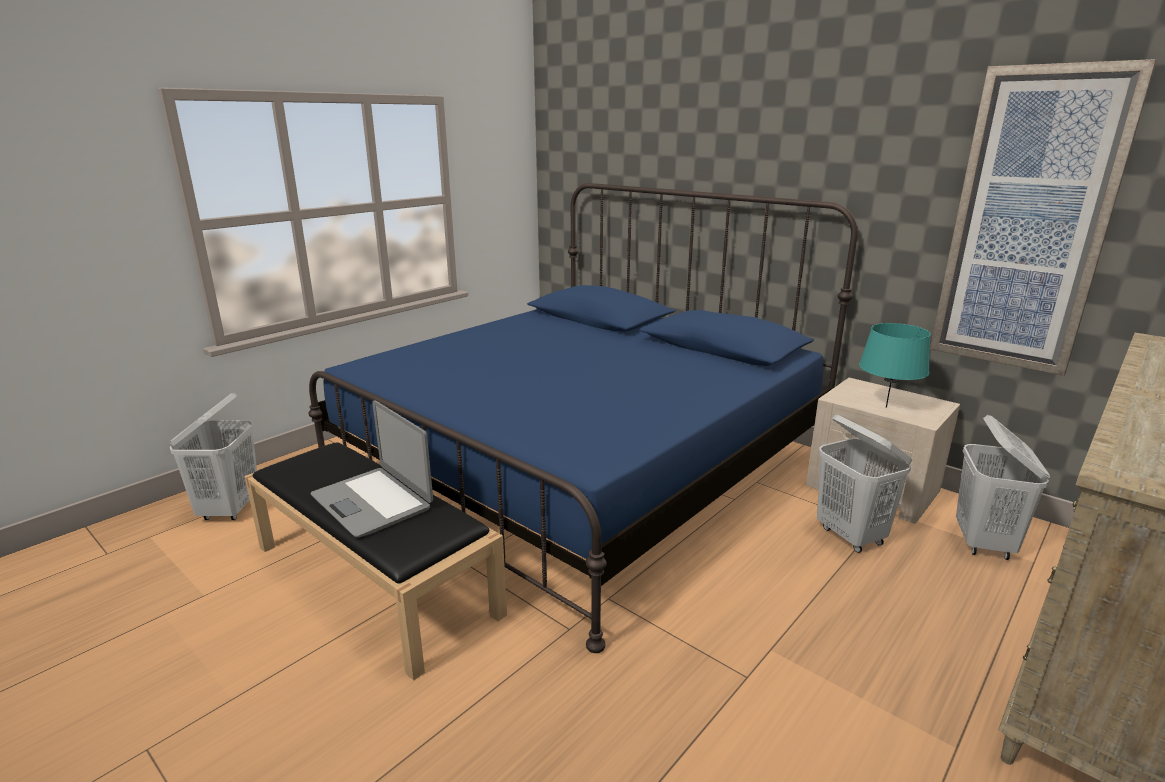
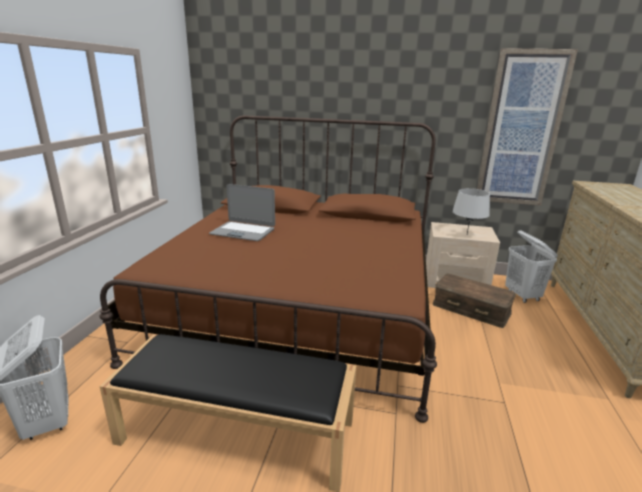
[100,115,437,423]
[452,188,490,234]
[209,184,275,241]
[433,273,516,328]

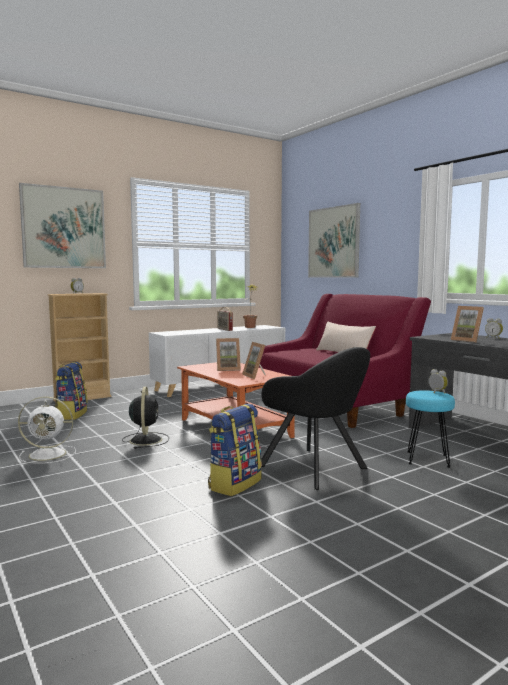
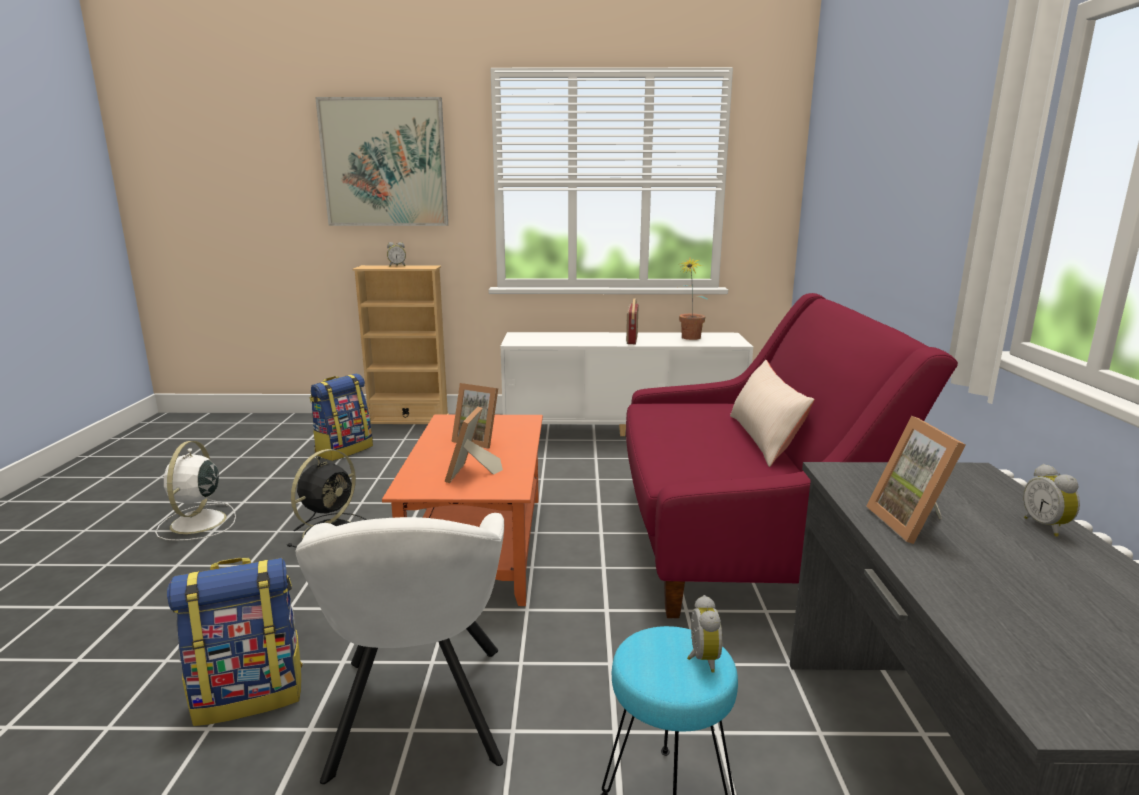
[308,203,360,277] (first image)
[296,513,504,784]
[155,441,236,541]

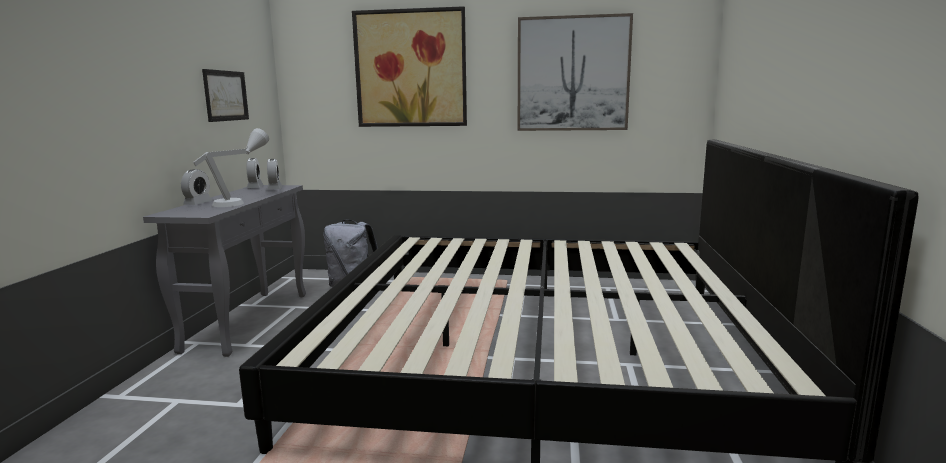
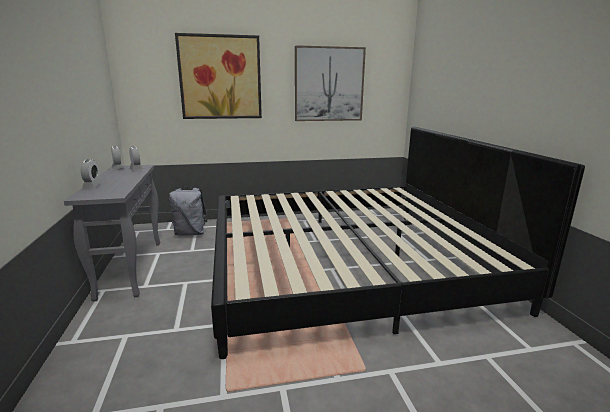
[202,69,249,122] (first image)
[193,128,269,207] (first image)

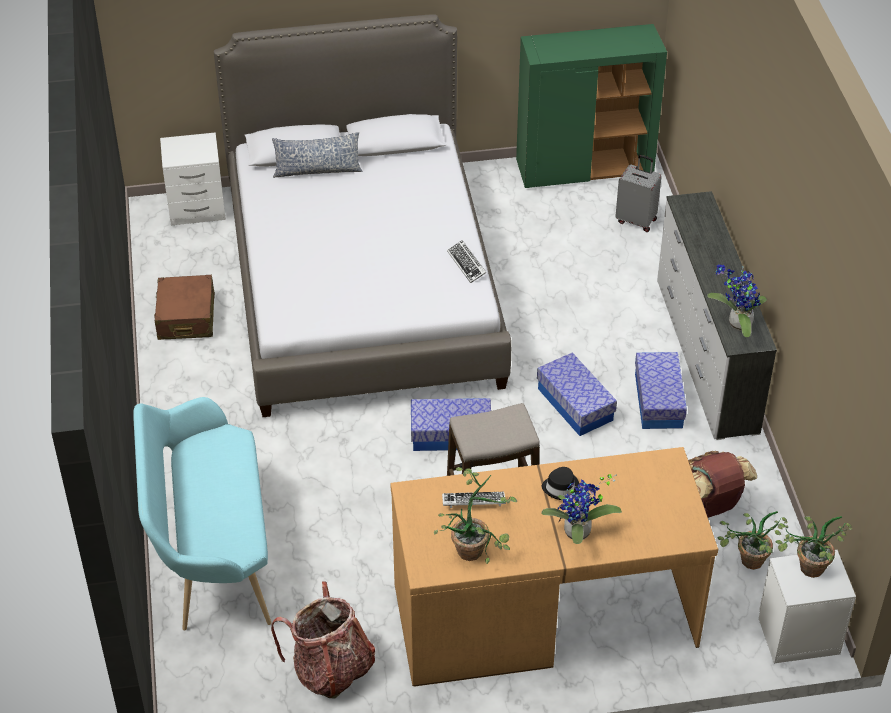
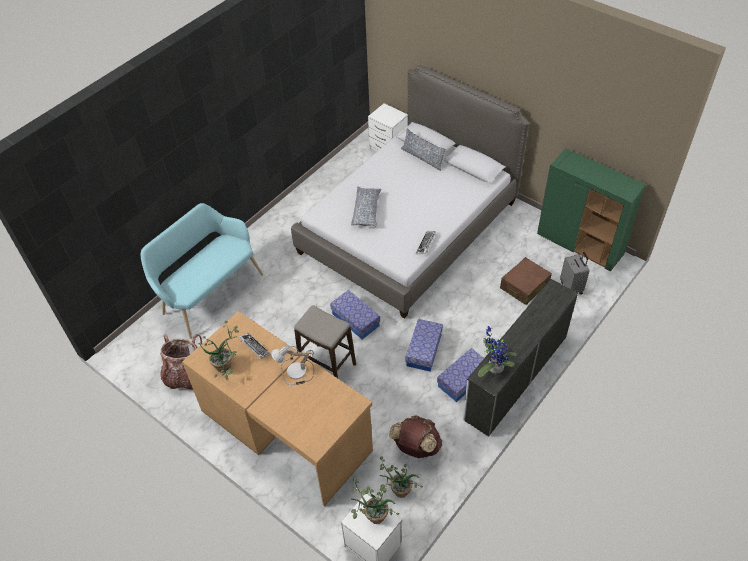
[500,257,552,305]
[271,345,314,385]
[541,474,622,544] (first image)
[351,187,381,226]

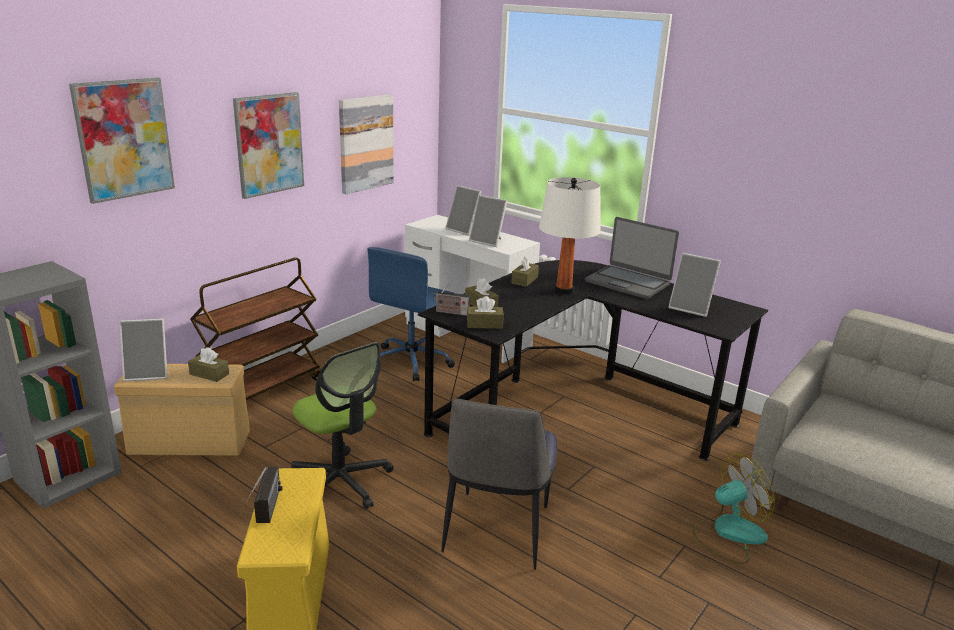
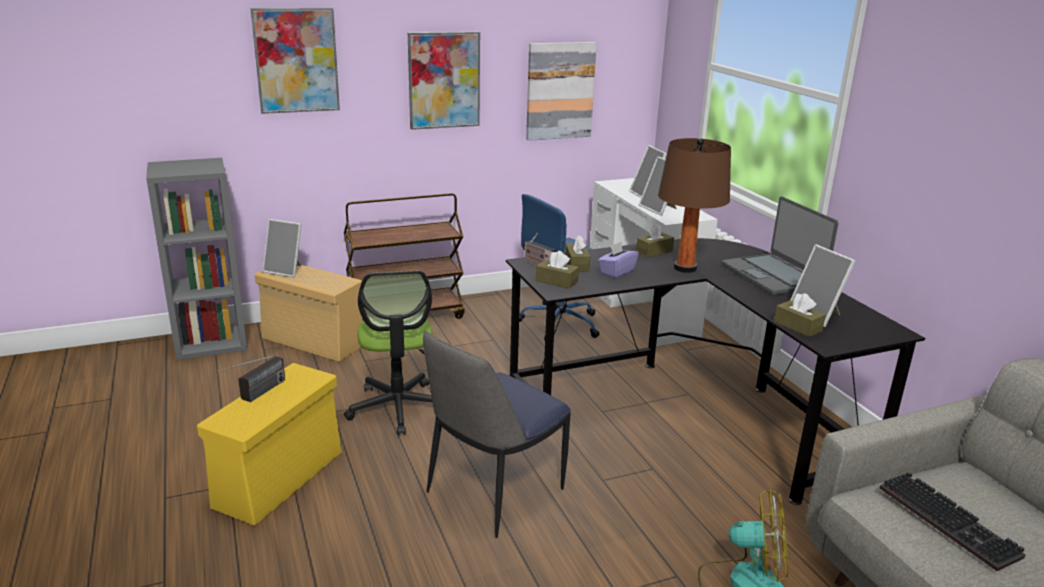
[658,138,731,273]
[774,293,826,337]
[598,242,639,278]
[880,472,1025,571]

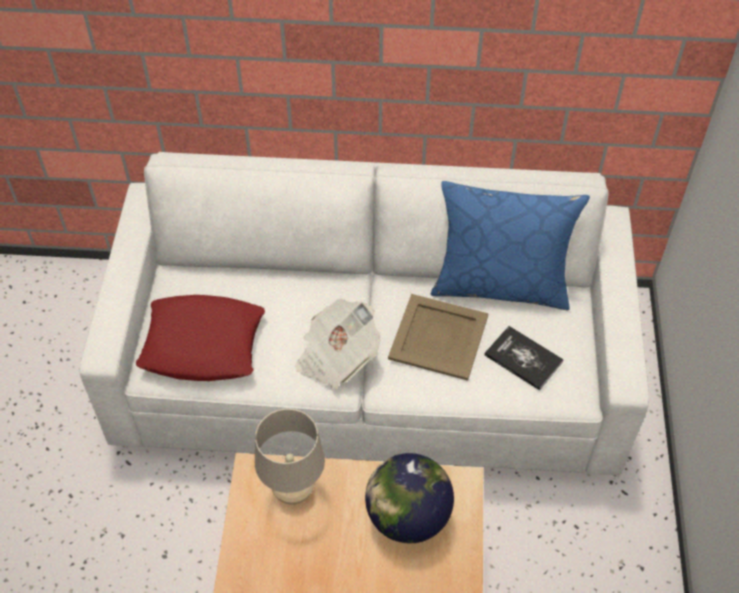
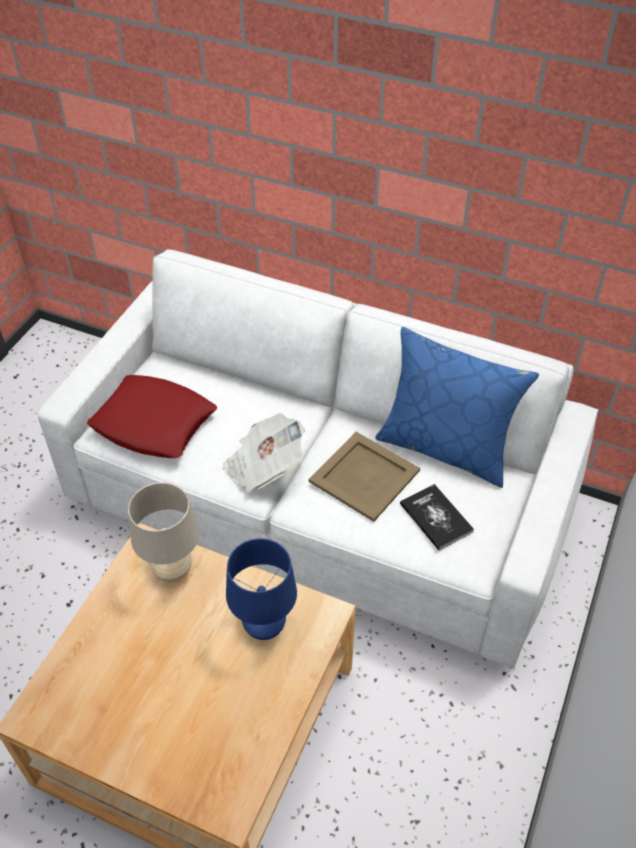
[226,538,297,640]

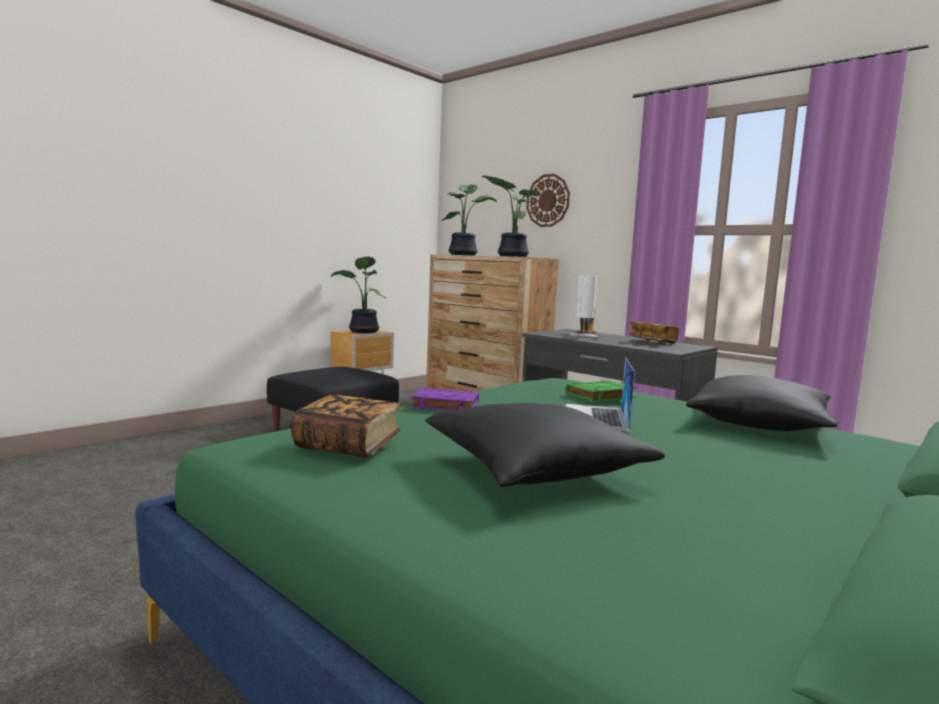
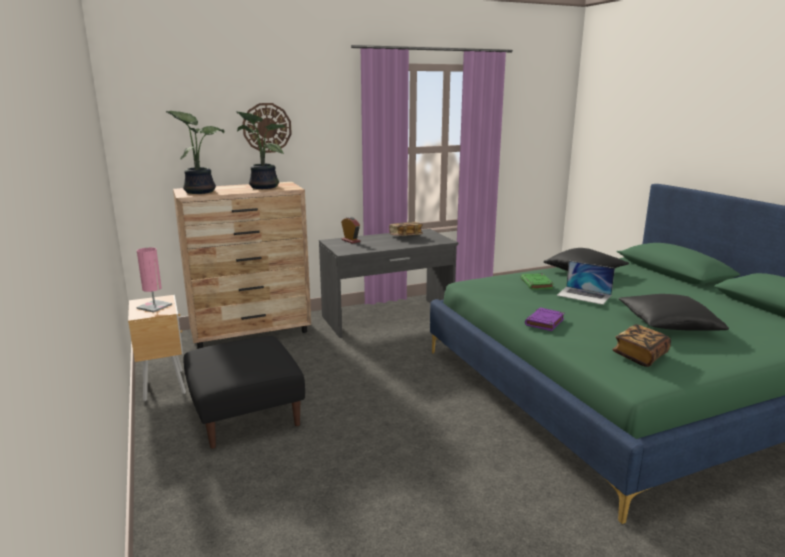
[136,247,172,313]
[569,276,599,339] (first image)

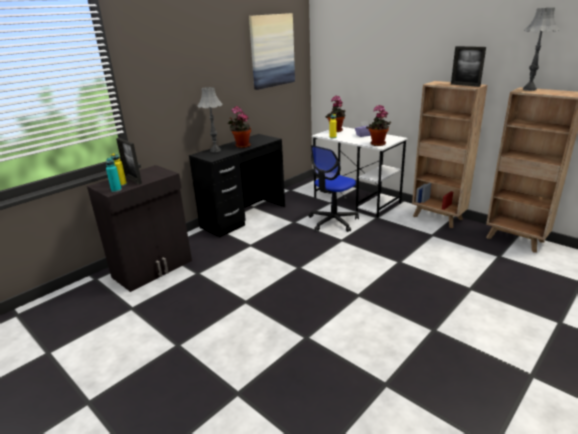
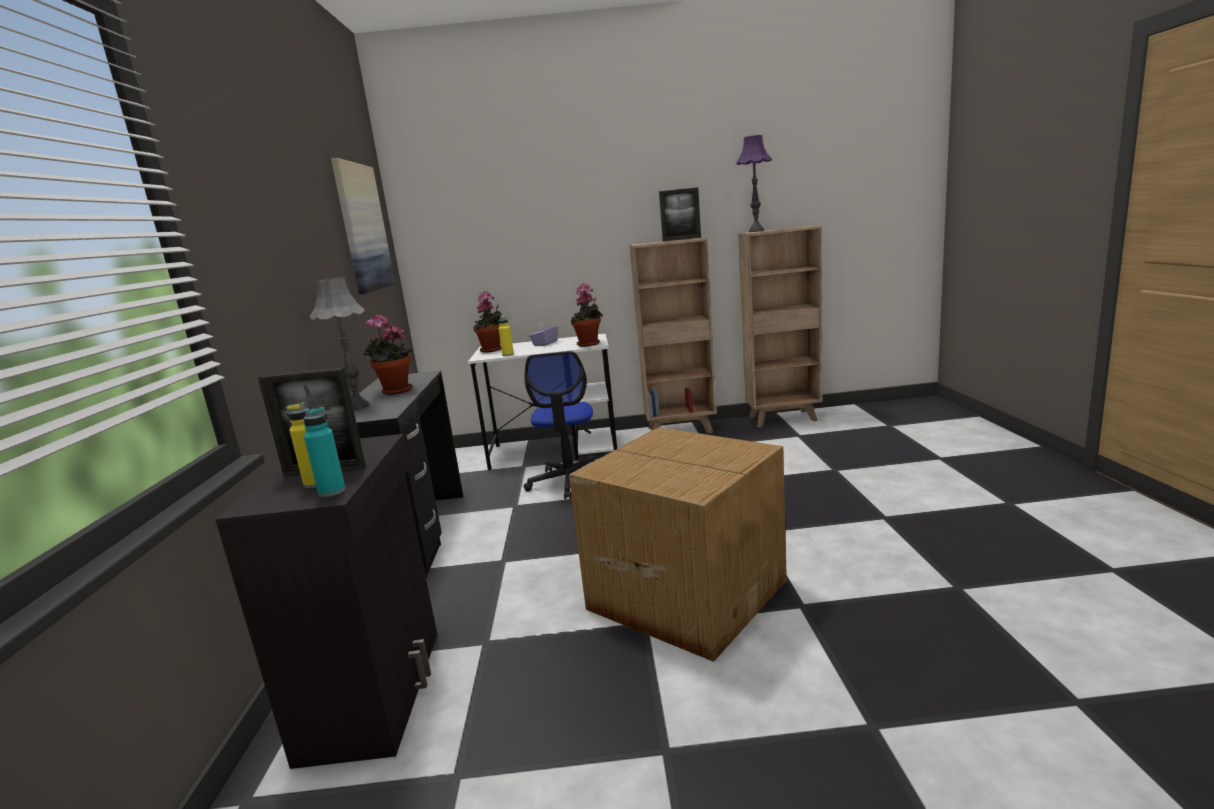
[736,135,772,232]
[569,427,787,662]

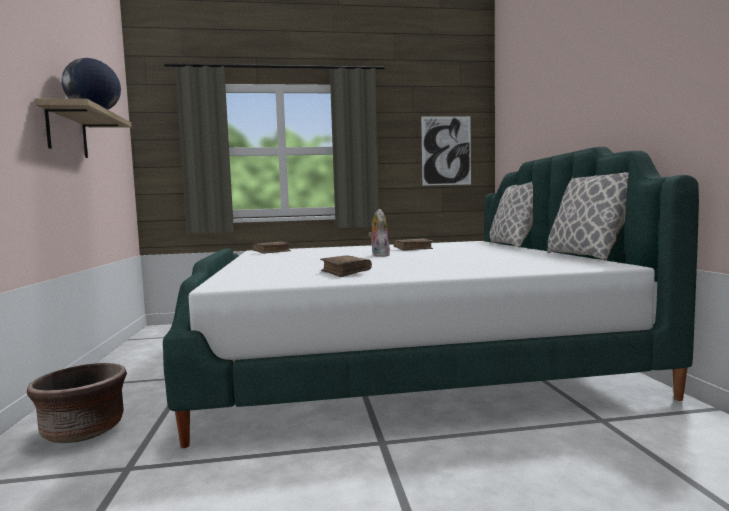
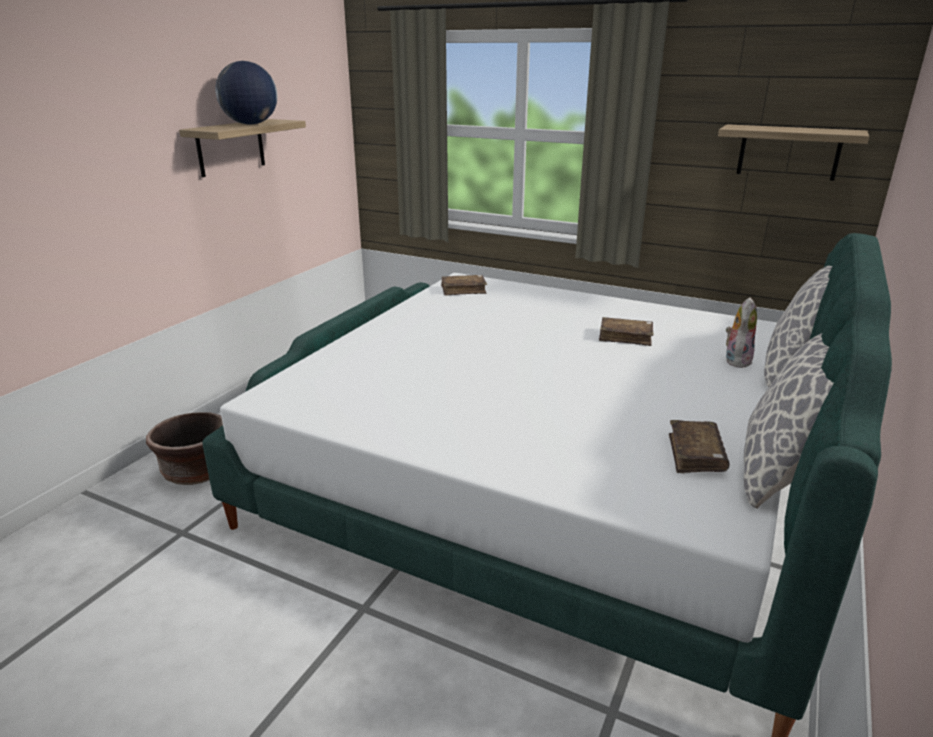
[718,124,869,181]
[726,297,757,368]
[669,420,730,473]

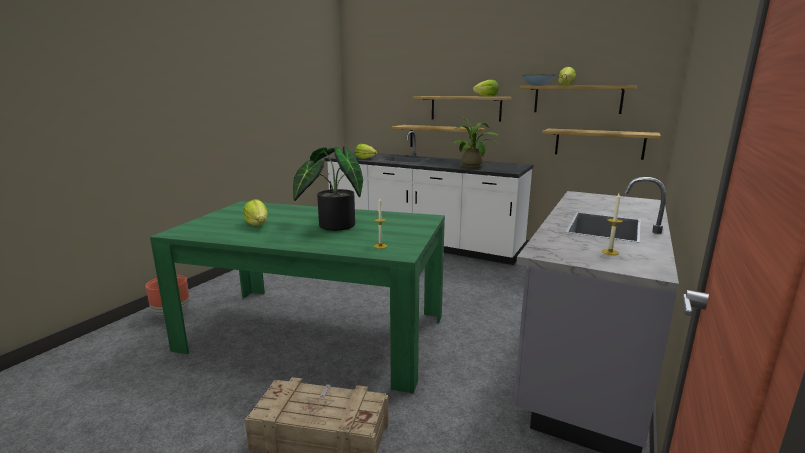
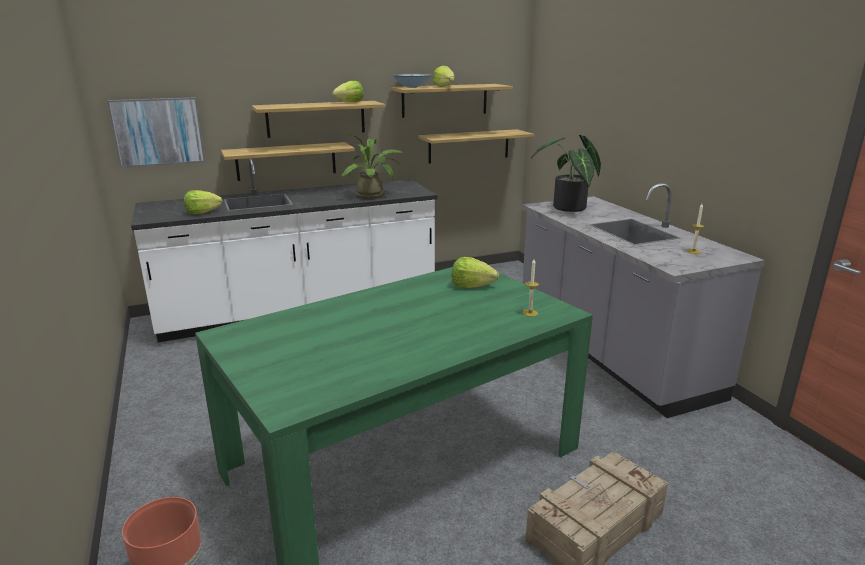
[531,135,601,212]
[451,257,499,288]
[107,97,205,168]

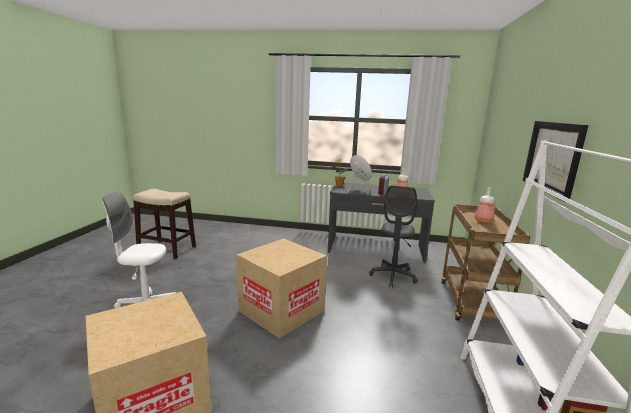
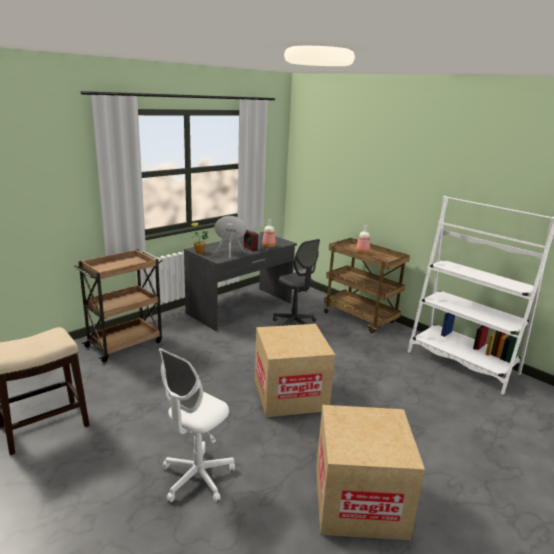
[523,121,589,201] (first image)
[74,249,162,363]

